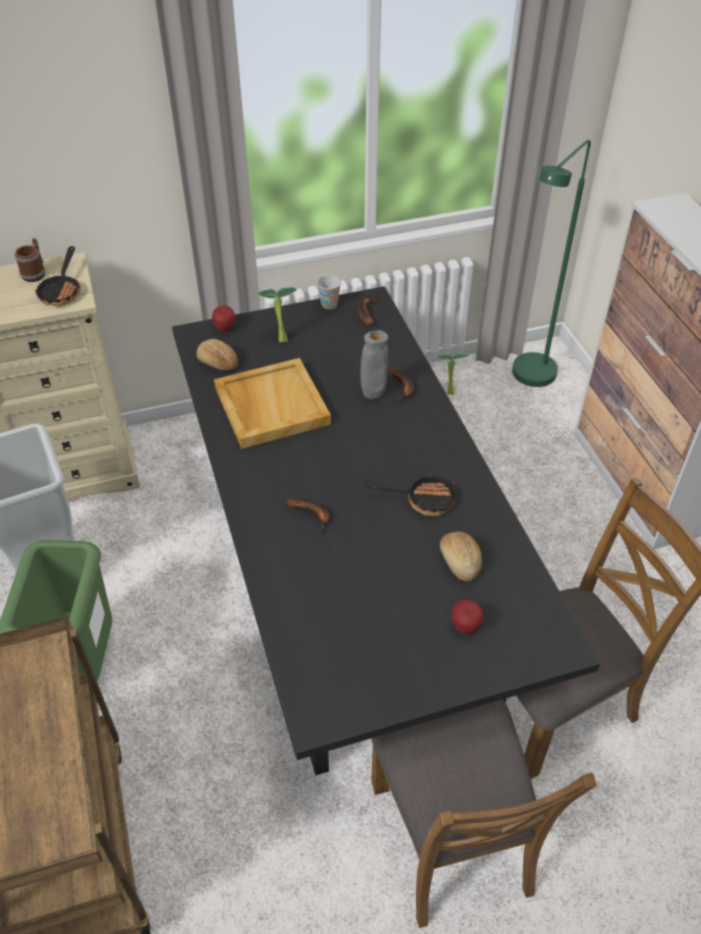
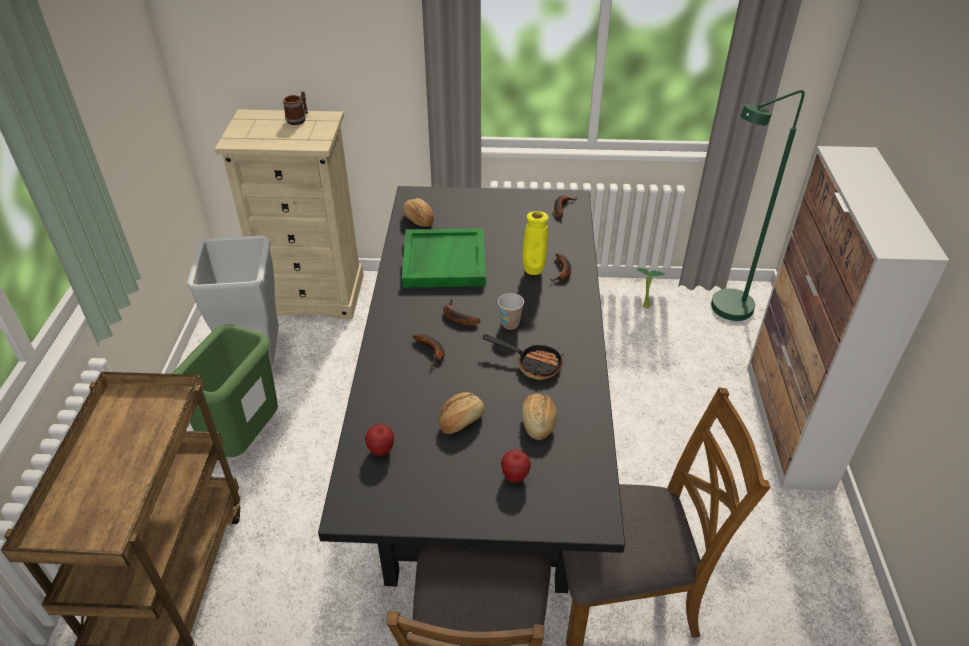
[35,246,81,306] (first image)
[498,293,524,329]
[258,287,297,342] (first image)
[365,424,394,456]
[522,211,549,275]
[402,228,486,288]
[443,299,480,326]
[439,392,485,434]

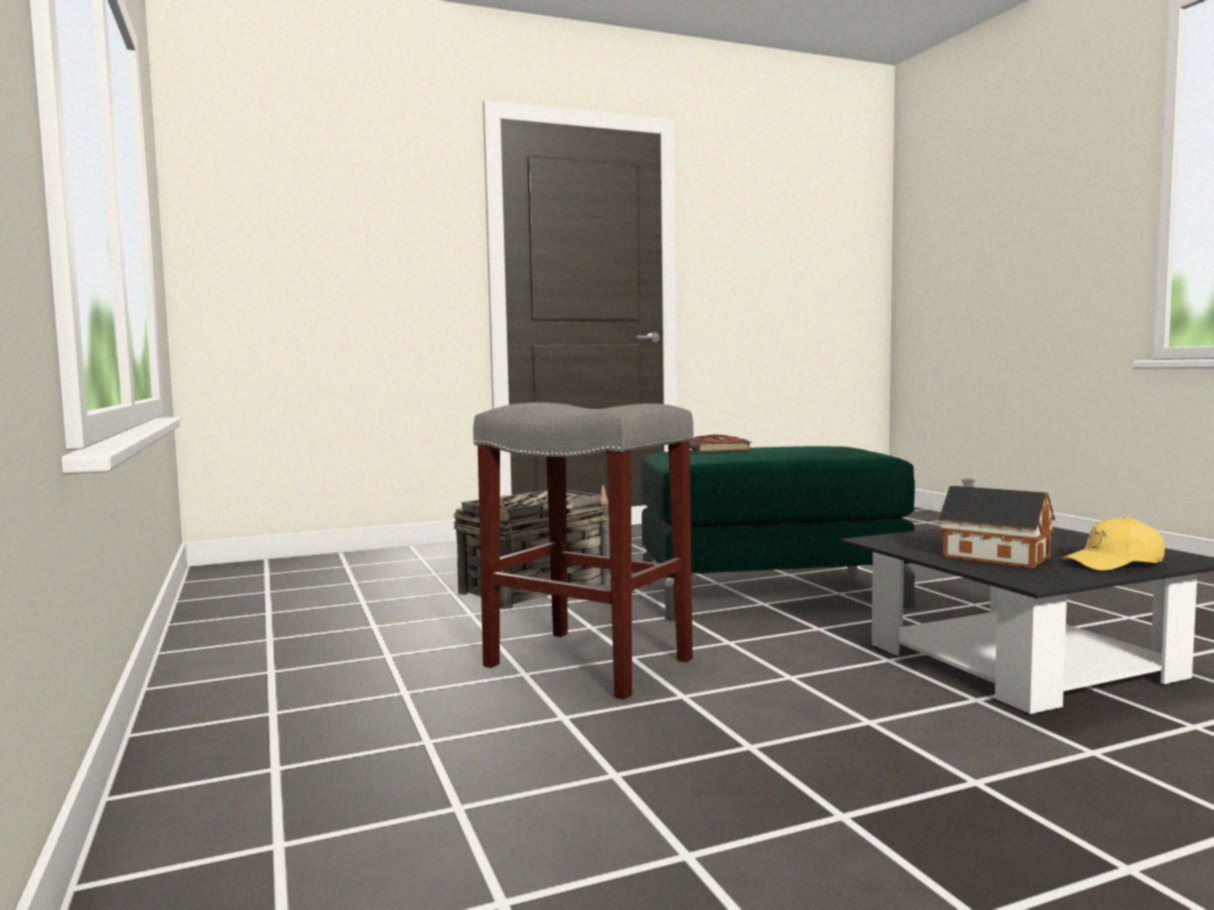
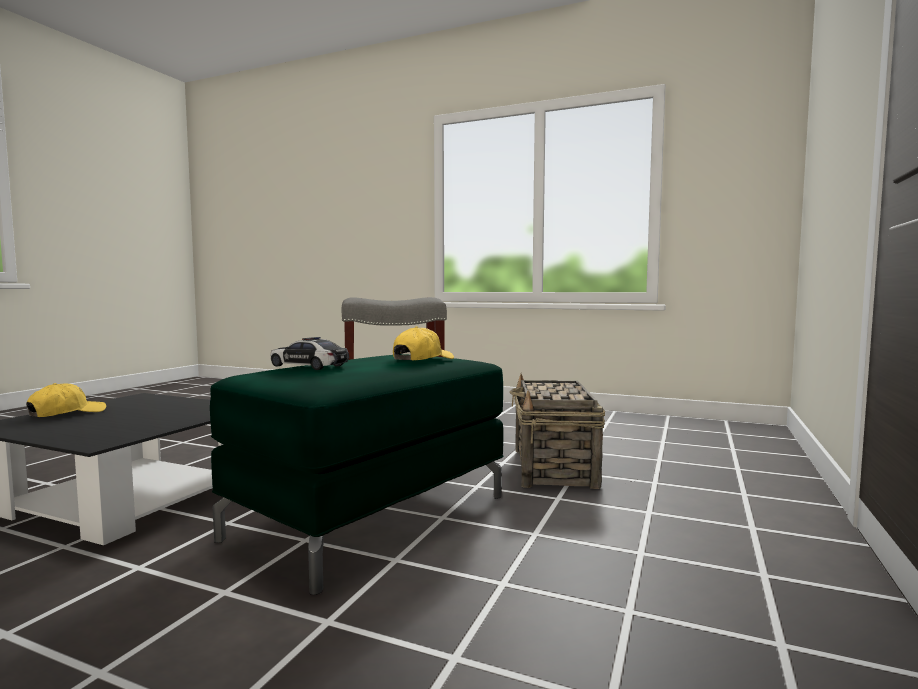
[393,326,454,360]
[938,479,1055,568] (first image)
[270,337,349,370]

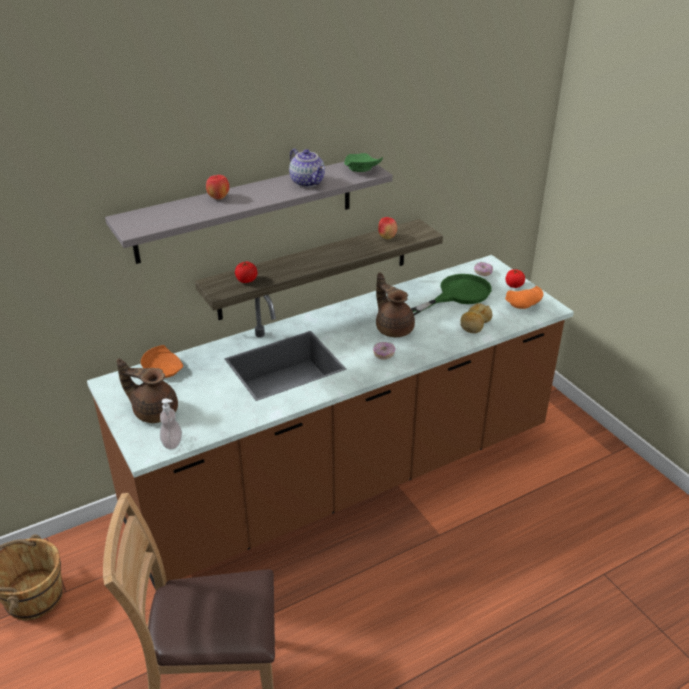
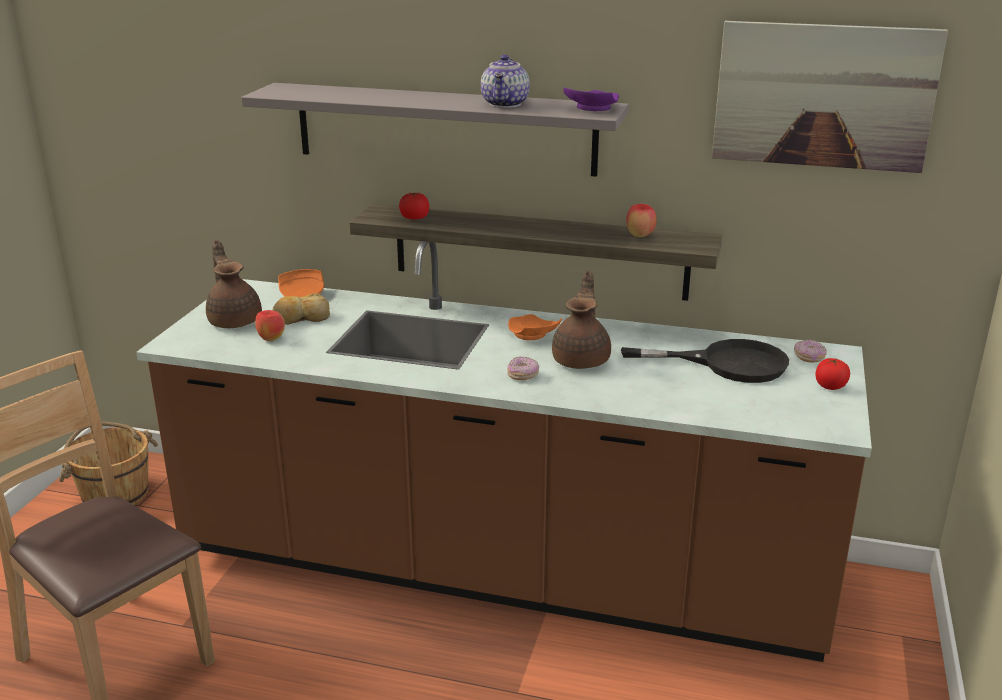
[564,87,619,111]
[255,310,285,341]
[621,339,789,383]
[508,314,562,340]
[272,293,330,325]
[160,399,182,449] (first image)
[712,21,948,173]

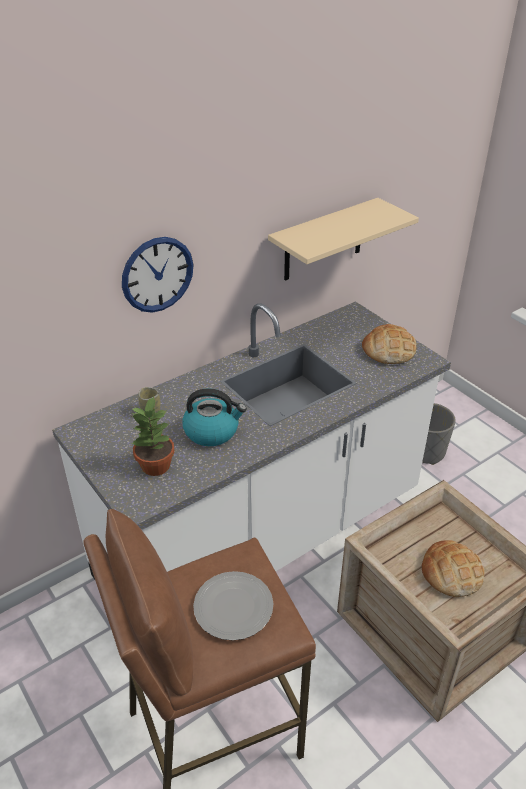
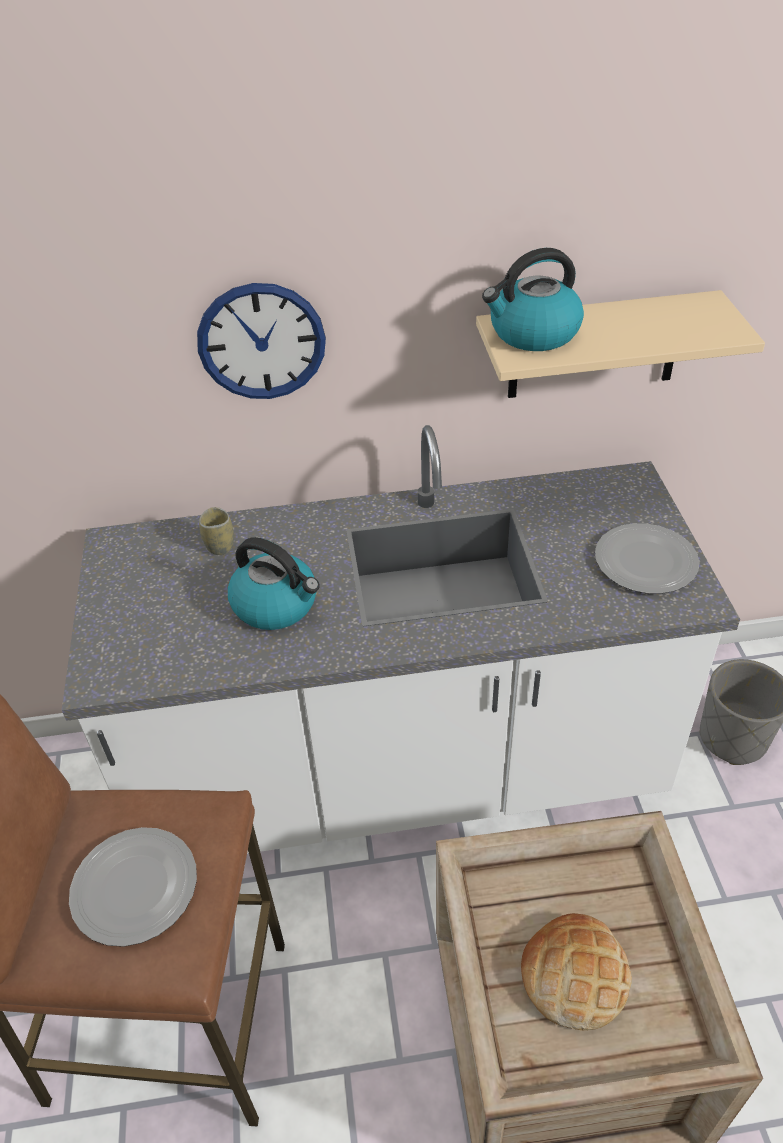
[595,523,700,594]
[131,396,175,476] (first image)
[482,248,584,351]

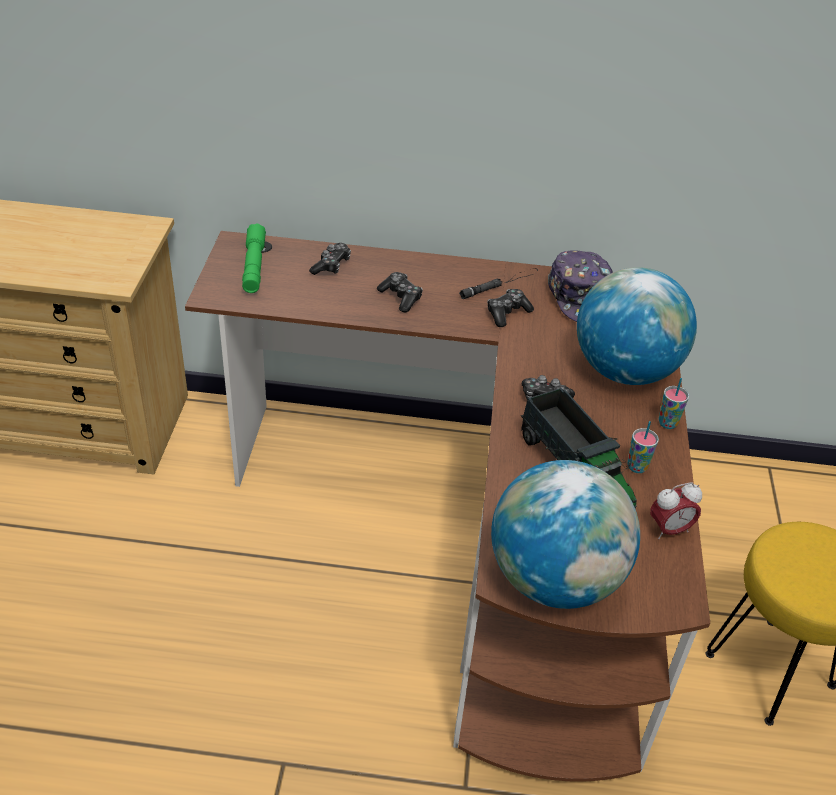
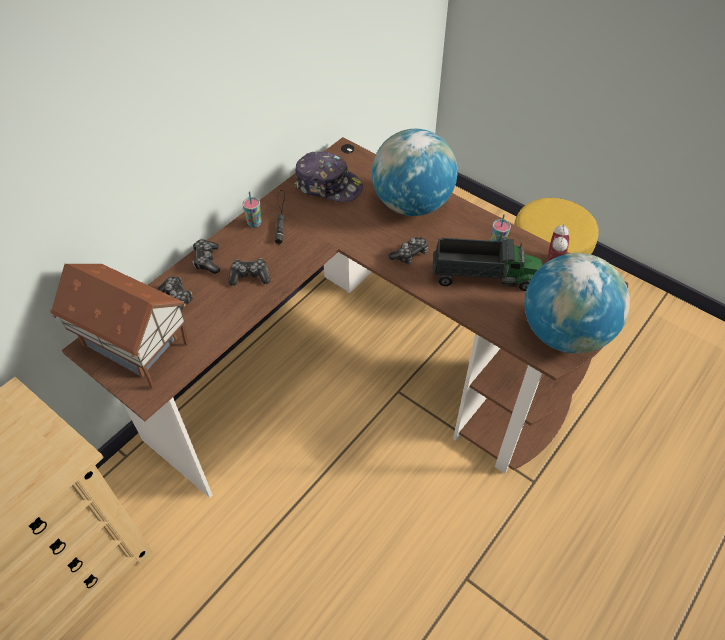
[50,264,189,389]
[192,239,220,274]
[242,192,261,228]

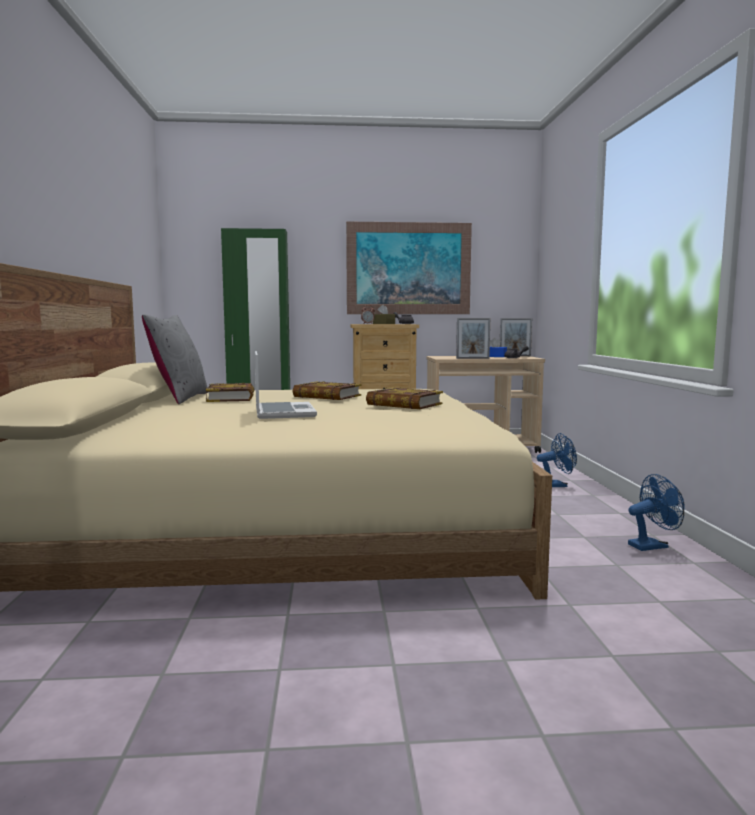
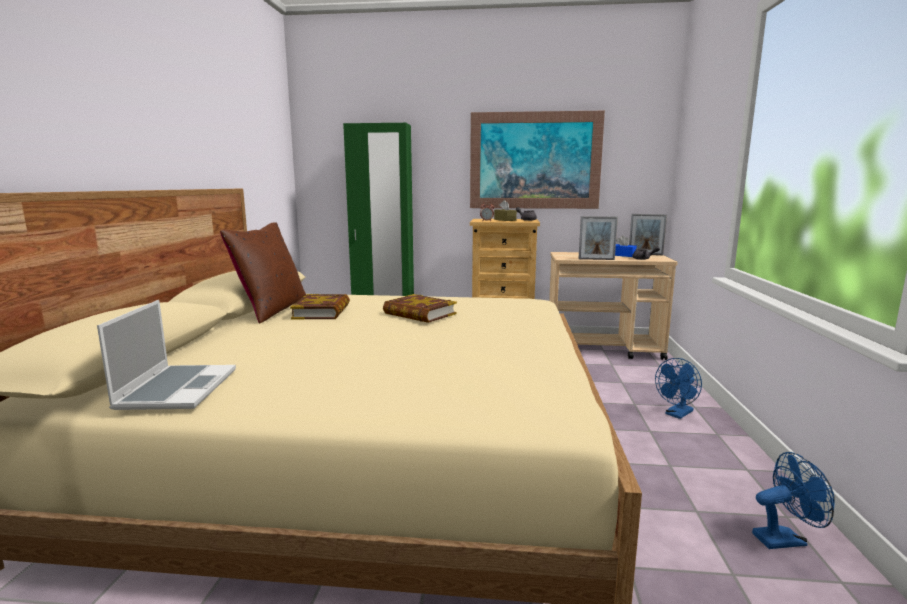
[220,222,306,324]
[97,300,236,410]
[366,387,443,409] (first image)
[655,358,702,419]

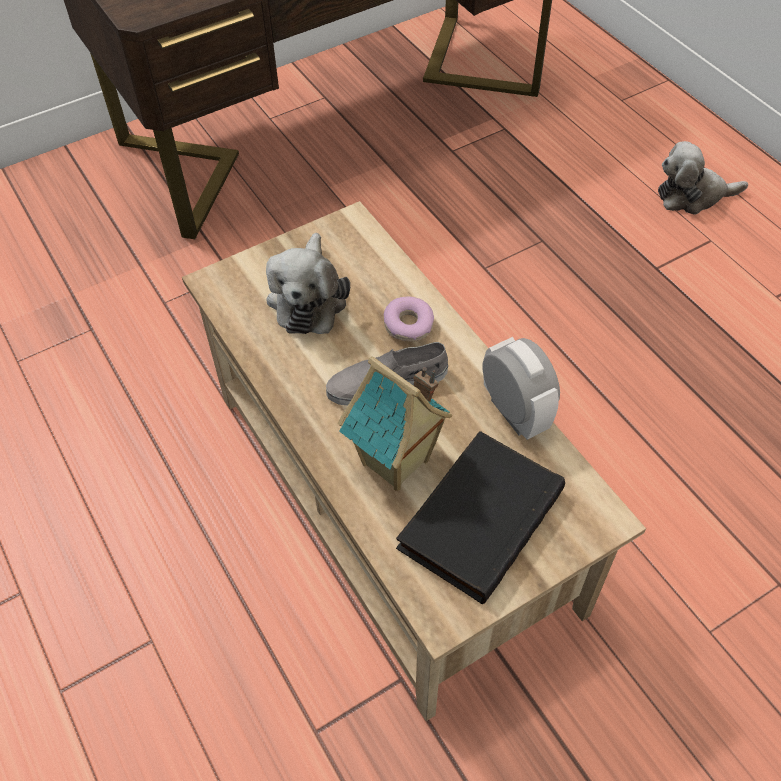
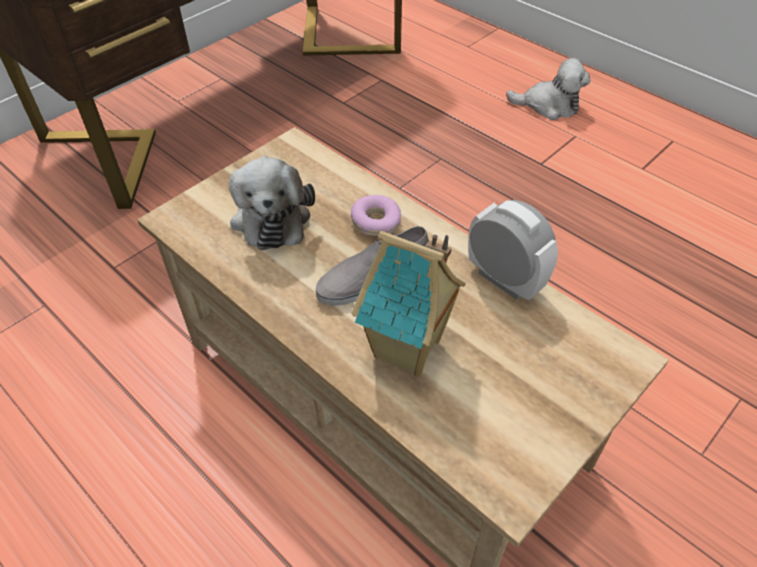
[506,58,591,120]
[396,431,565,604] (first image)

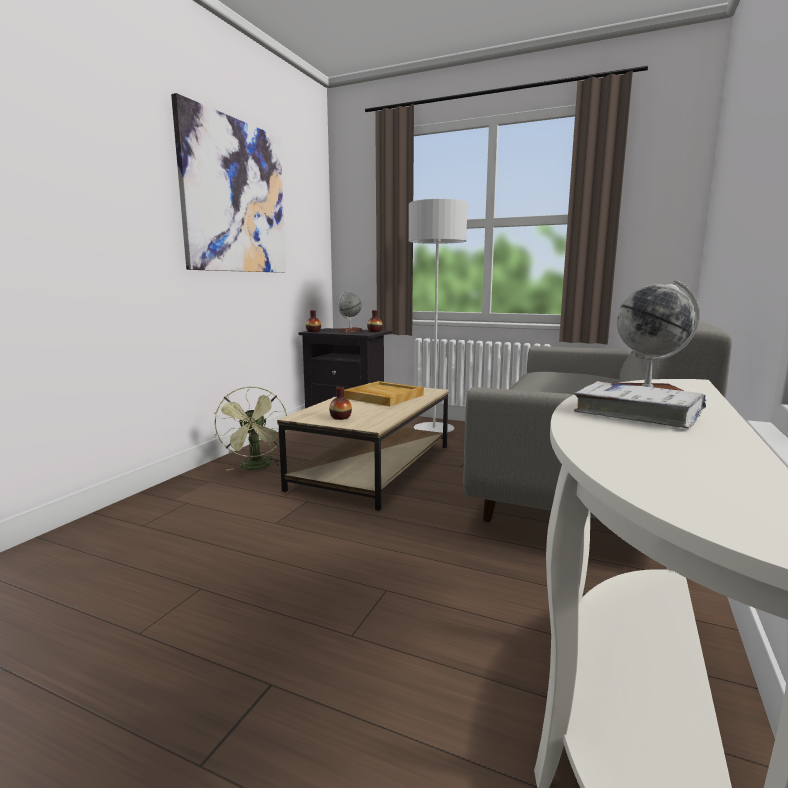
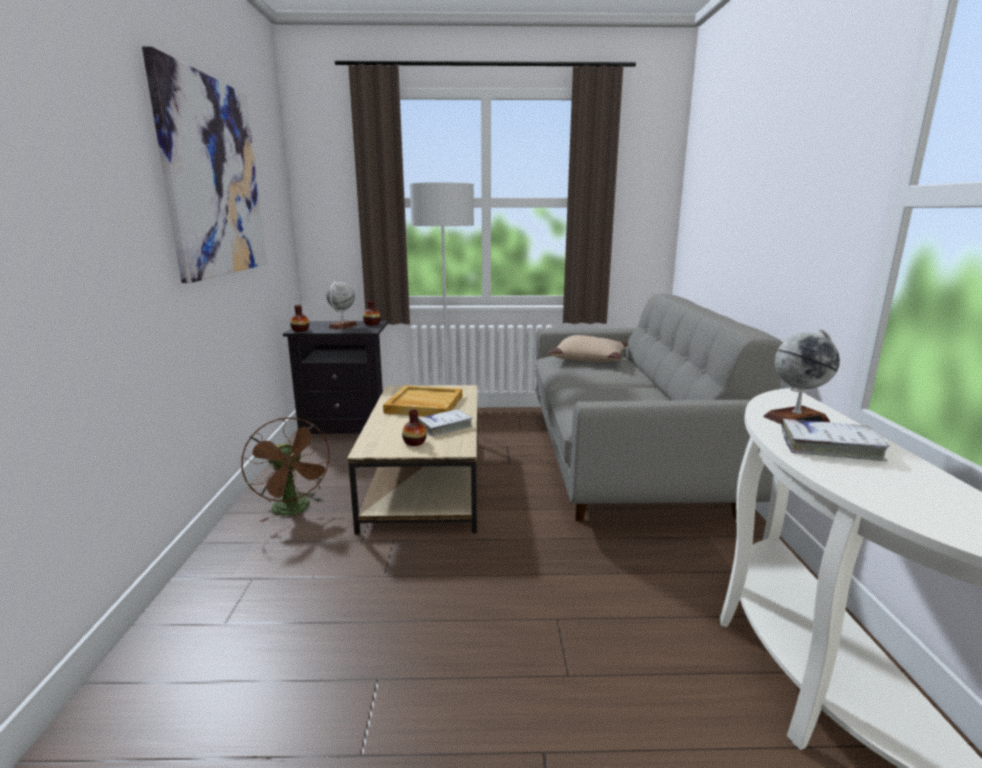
[241,417,333,522]
[549,335,628,362]
[418,409,473,436]

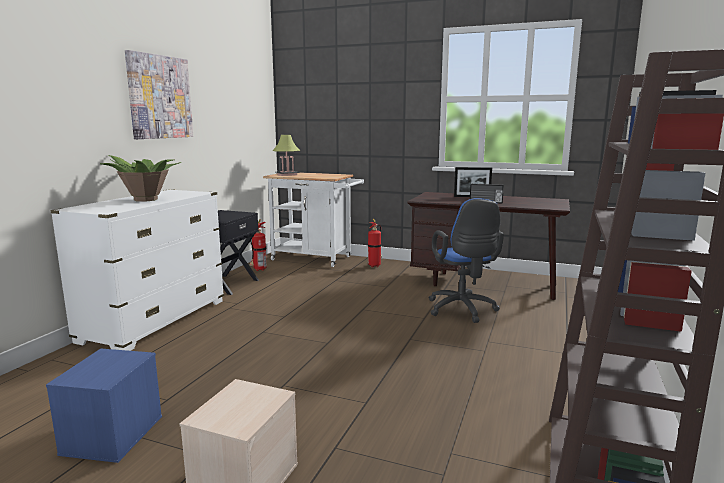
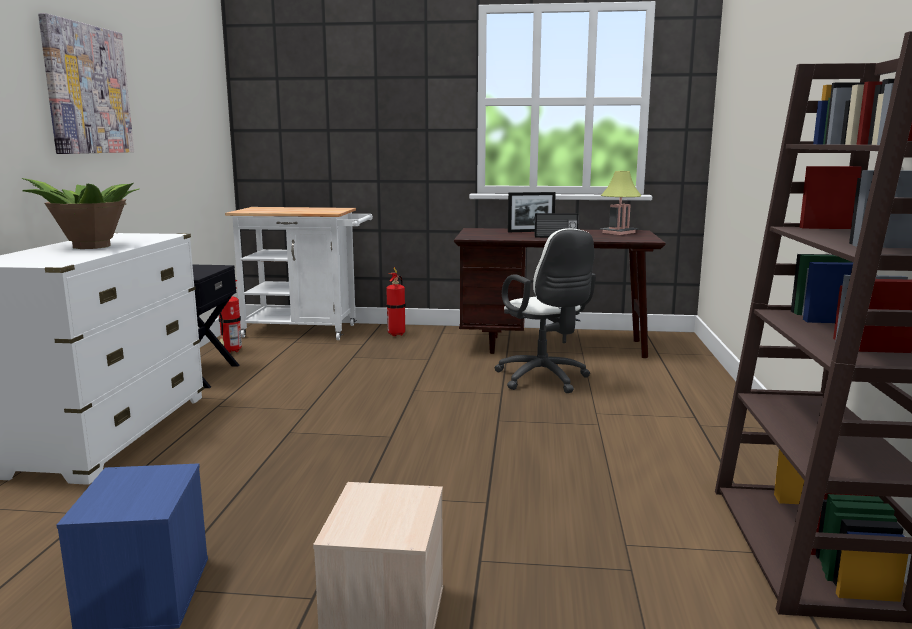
[600,171,641,235]
[494,228,596,393]

